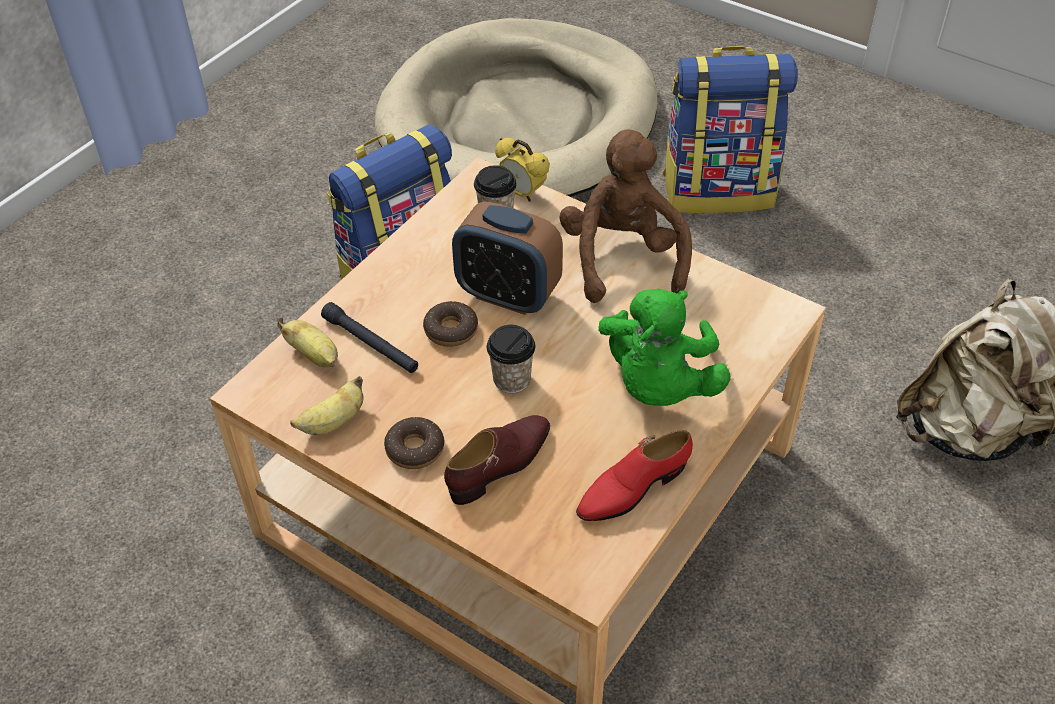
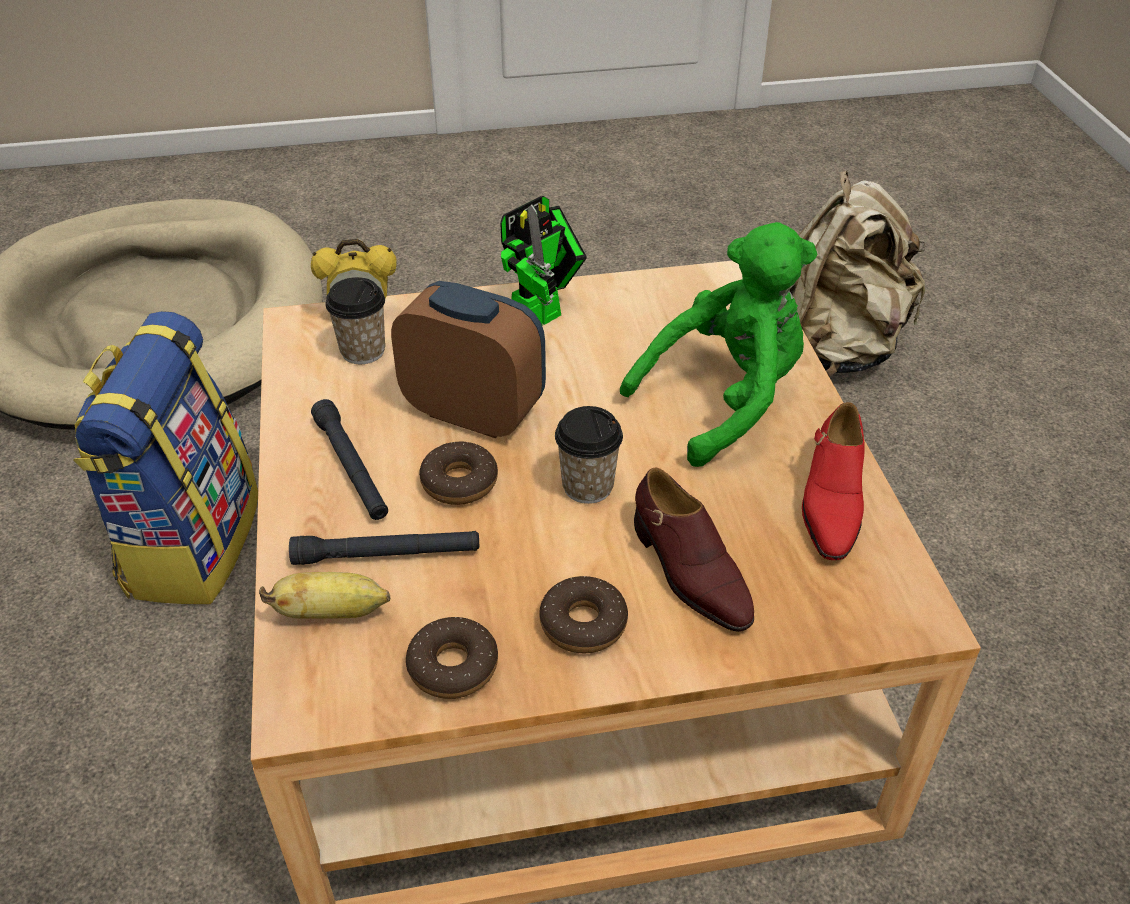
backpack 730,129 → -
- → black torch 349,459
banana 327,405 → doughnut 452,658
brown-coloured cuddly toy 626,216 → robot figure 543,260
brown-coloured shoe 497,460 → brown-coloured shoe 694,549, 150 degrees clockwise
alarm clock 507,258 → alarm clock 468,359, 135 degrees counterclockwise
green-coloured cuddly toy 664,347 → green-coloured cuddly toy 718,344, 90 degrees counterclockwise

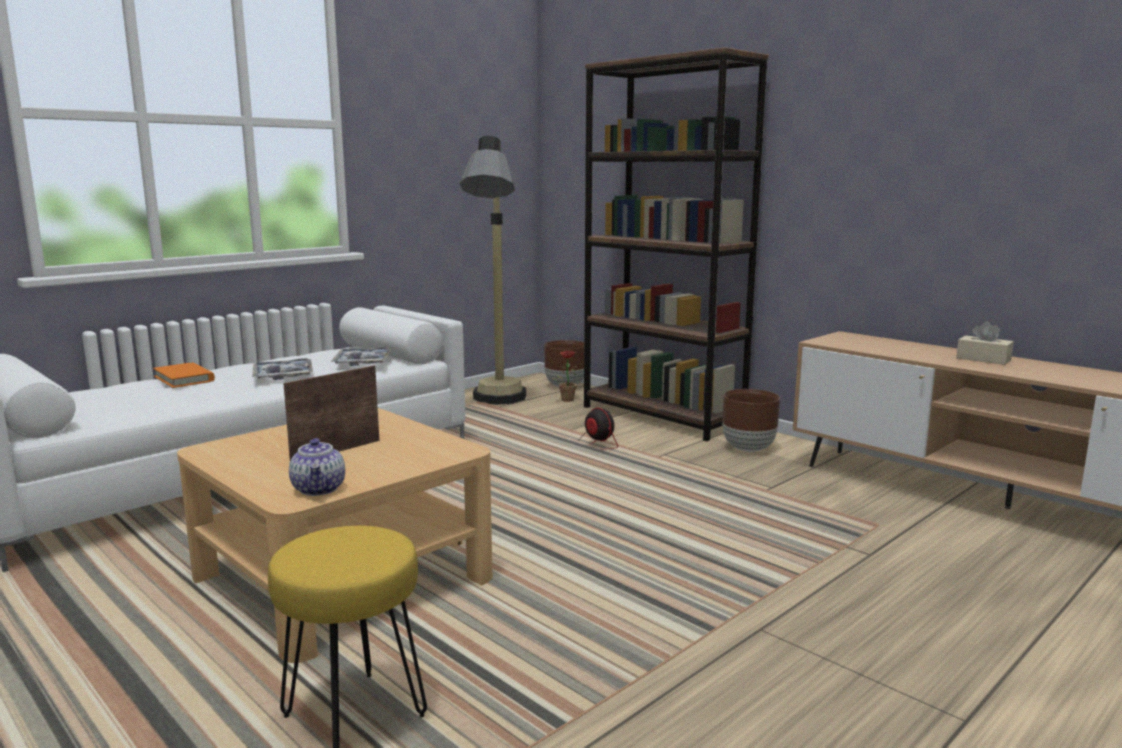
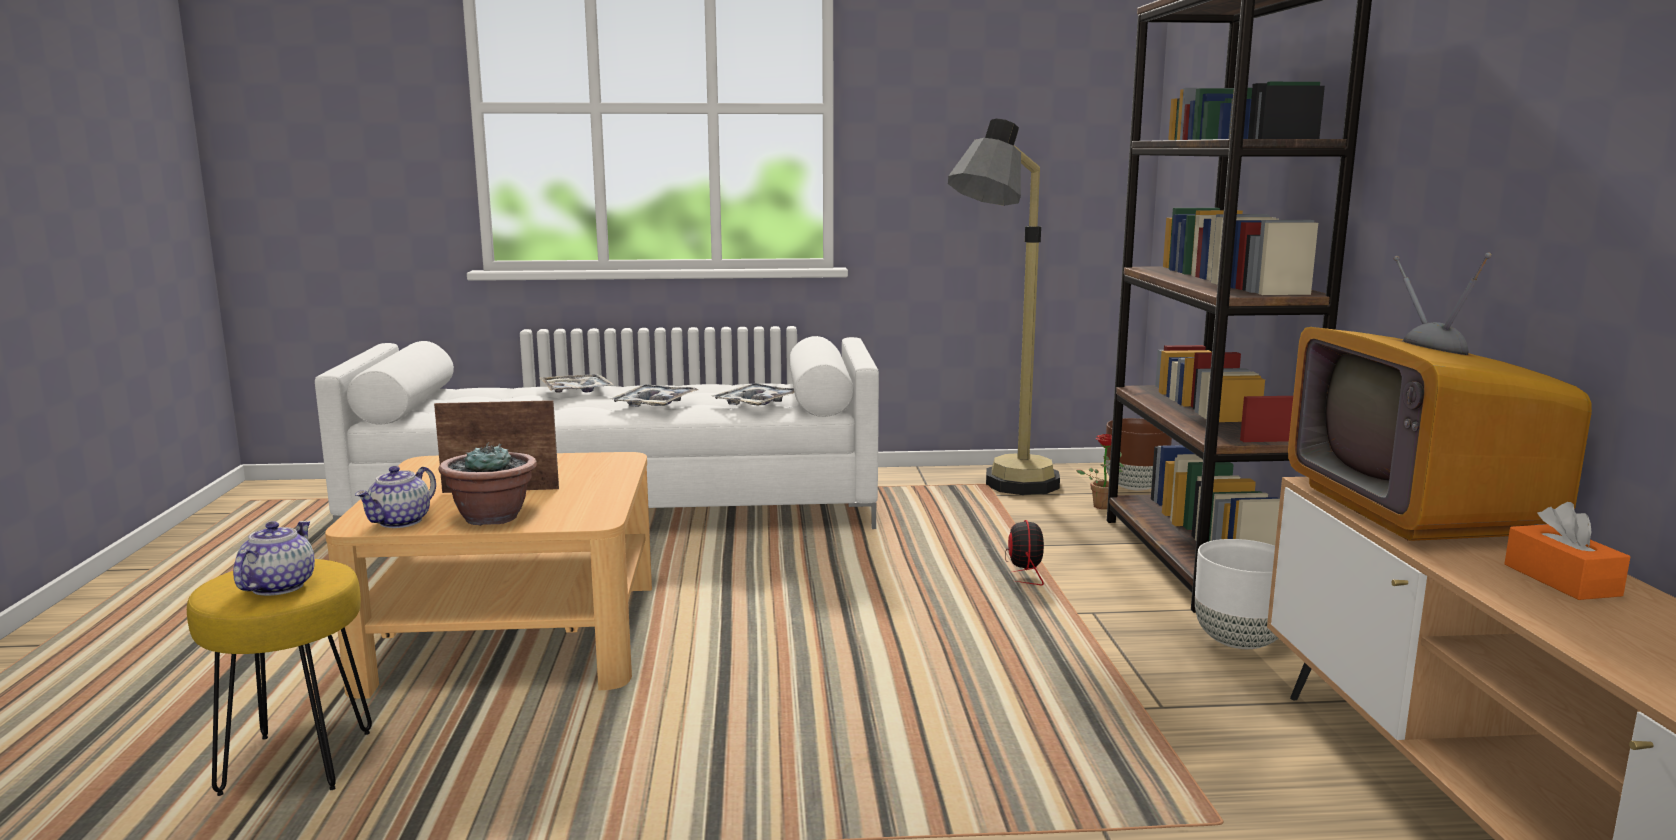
- → tea pot 274,558
- → potted plant 487,484
- → television 1440,396
orangey book 184,375 → tray 577,383
brown-coloured plant pot 751,420 → white plant pot 1236,594
beige tissue box 985,343 → orangey tissue box 1567,551

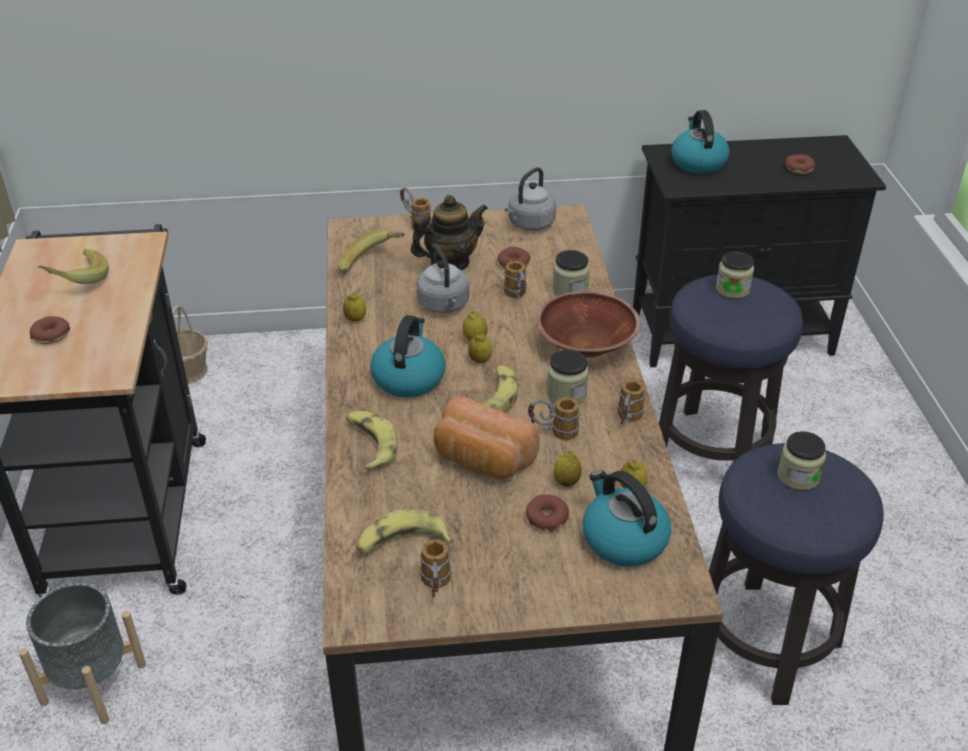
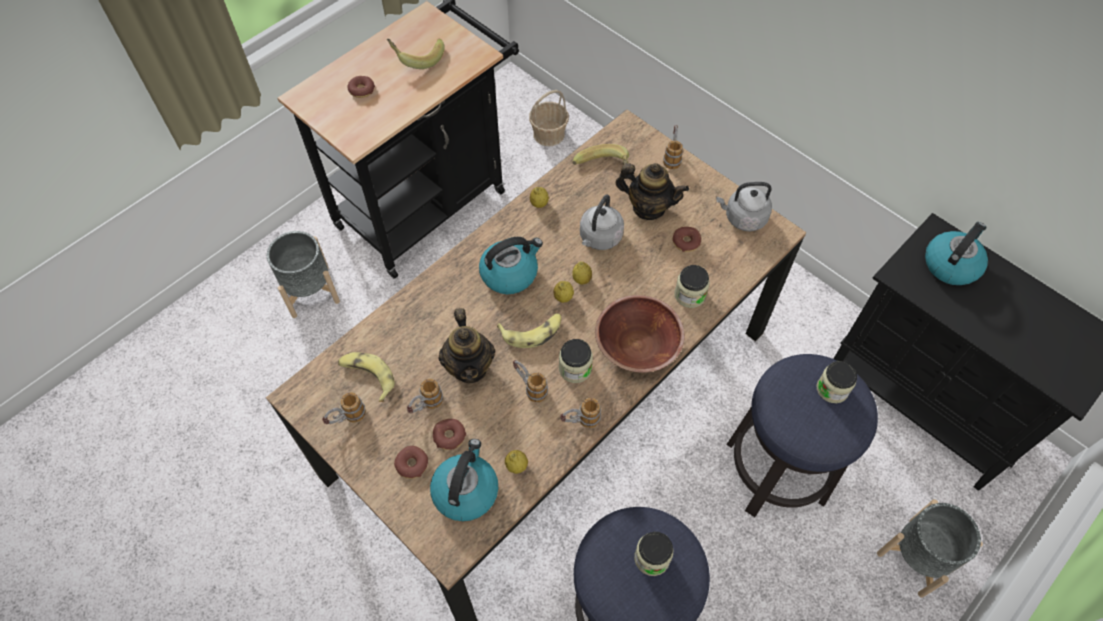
banana 372,441 → -
citrus fruit 568,468 → -
- → grey plant pot 930,548
coffee mug 515,280 → coffee mug 425,395, relocated
doughnut 800,164 → doughnut 411,462, relocated
baked bread 487,437 → tea pot 467,345

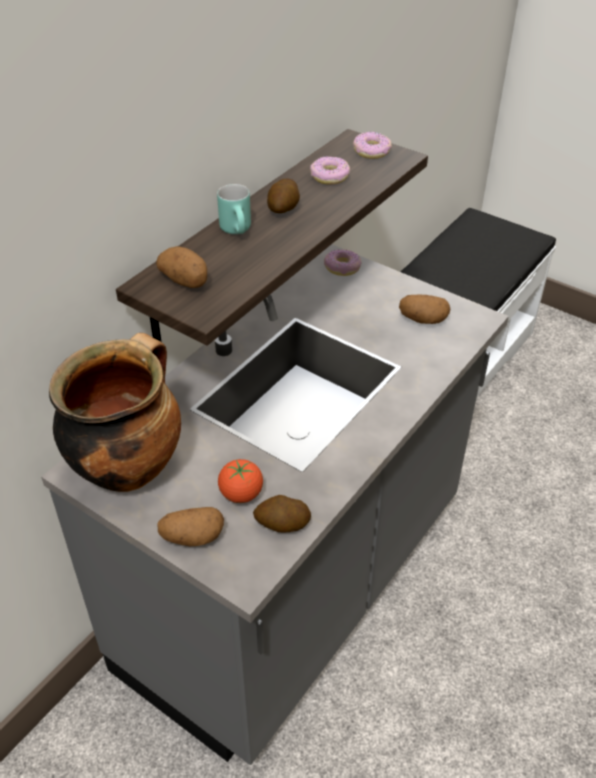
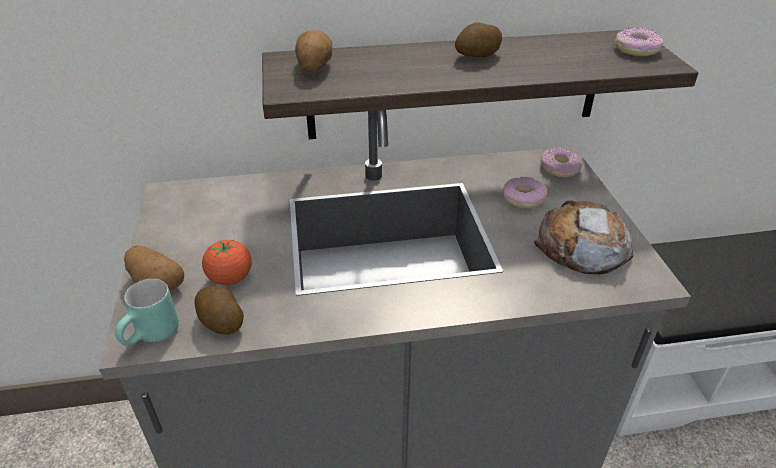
stockpot 115,412 → -
turquoise-coloured coffee mug 234,209 → turquoise-coloured coffee mug 147,312, relocated
doughnut 330,170 → doughnut 524,192, relocated
potato 424,309 → baked bread 584,238

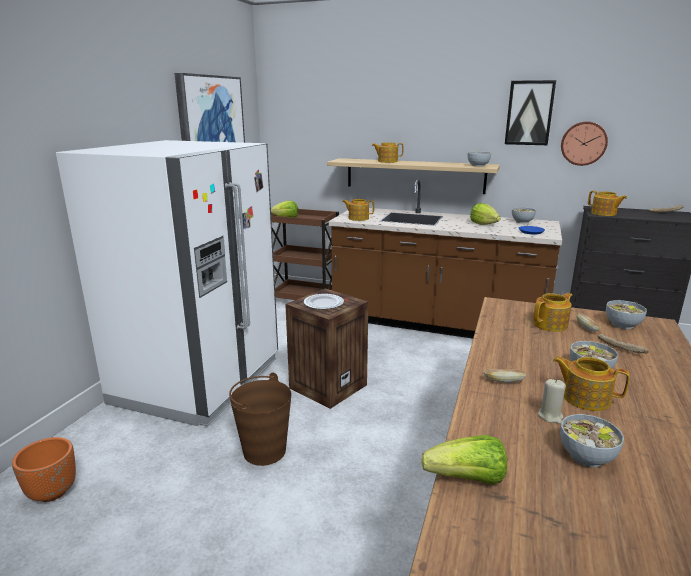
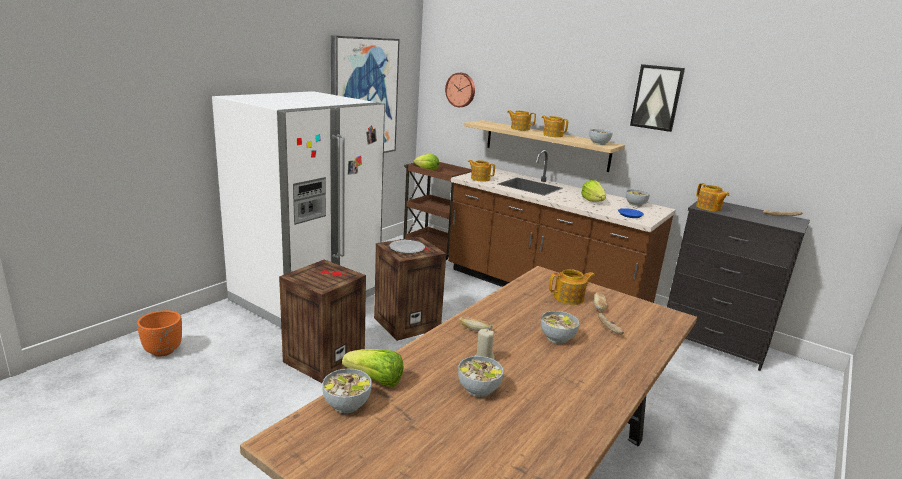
tea pot 591,383 → tea pot 555,126, relocated
wall clock 584,144 → wall clock 460,90, relocated
serving bowl 626,314 → serving bowl 347,391, relocated
brown-coloured bucket 260,419 → packing crate 322,321

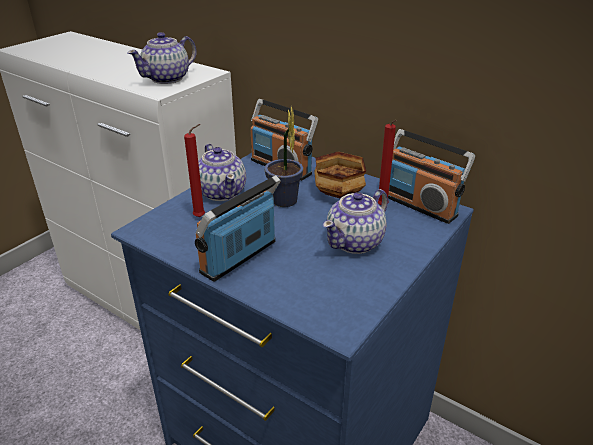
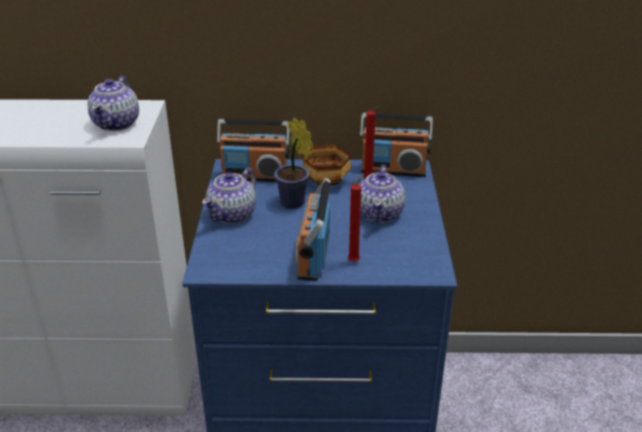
red wax light 194,170 → red wax light 356,217, relocated
tea pot 222,172 → tea pot 229,196, 90 degrees clockwise

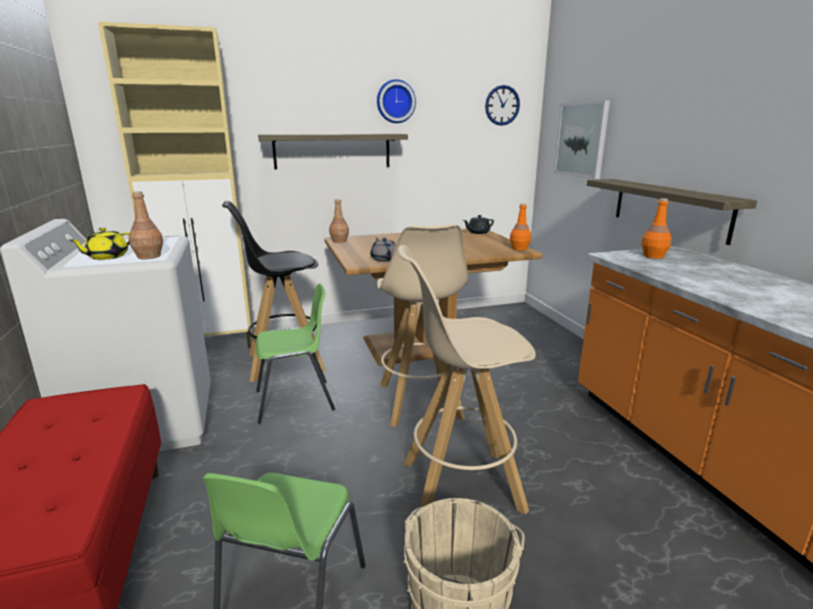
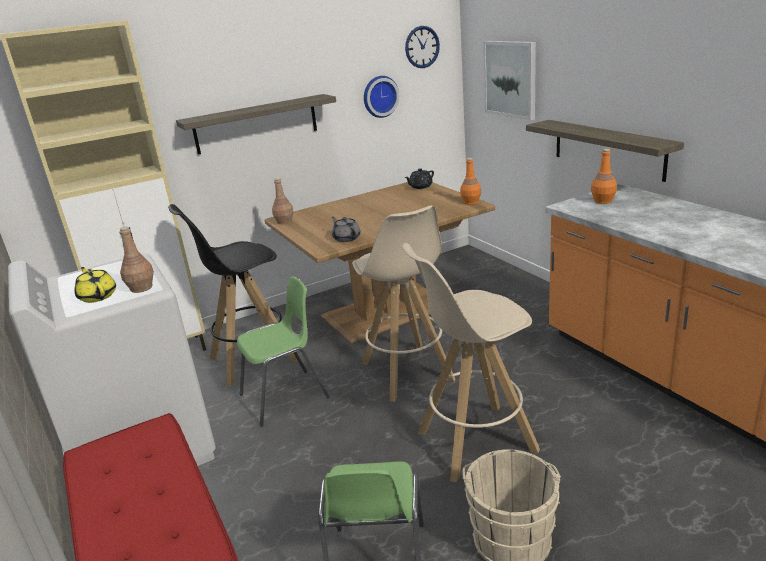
wall clock 396,101 → wall clock 381,97, relocated
yellowish tea pot 99,244 → yellowish tea pot 95,285, 120 degrees clockwise

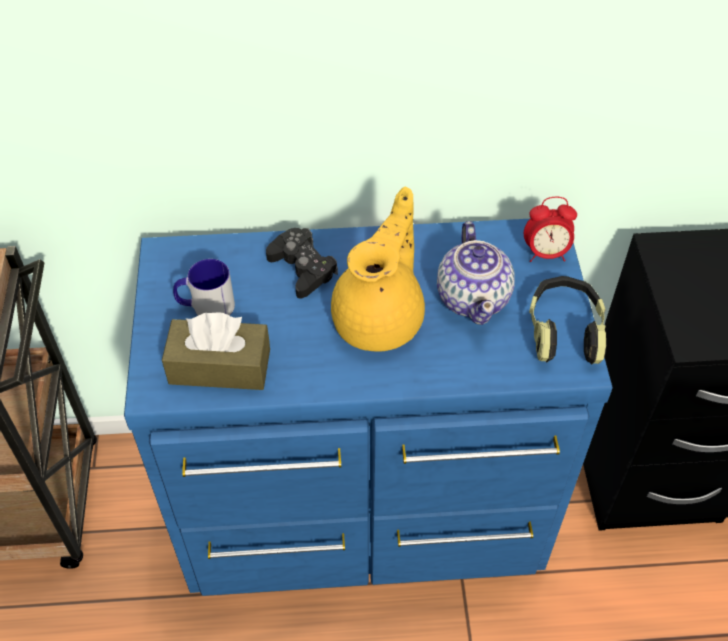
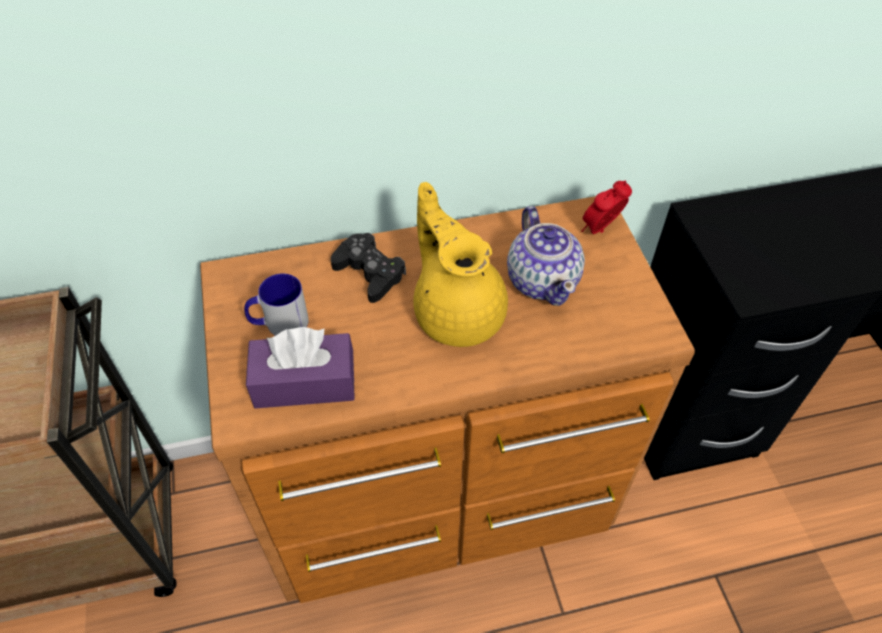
headset 567,320 → -
blue dresser 368,407 → brown-coloured dresser 447,399
brown-coloured tissue box 216,351 → purple-coloured tissue box 300,367
yellowish tea pot 378,269 → yellowish tea pot 460,264, 45 degrees counterclockwise
alarm clock 550,229 → alarm clock 606,207, 150 degrees clockwise

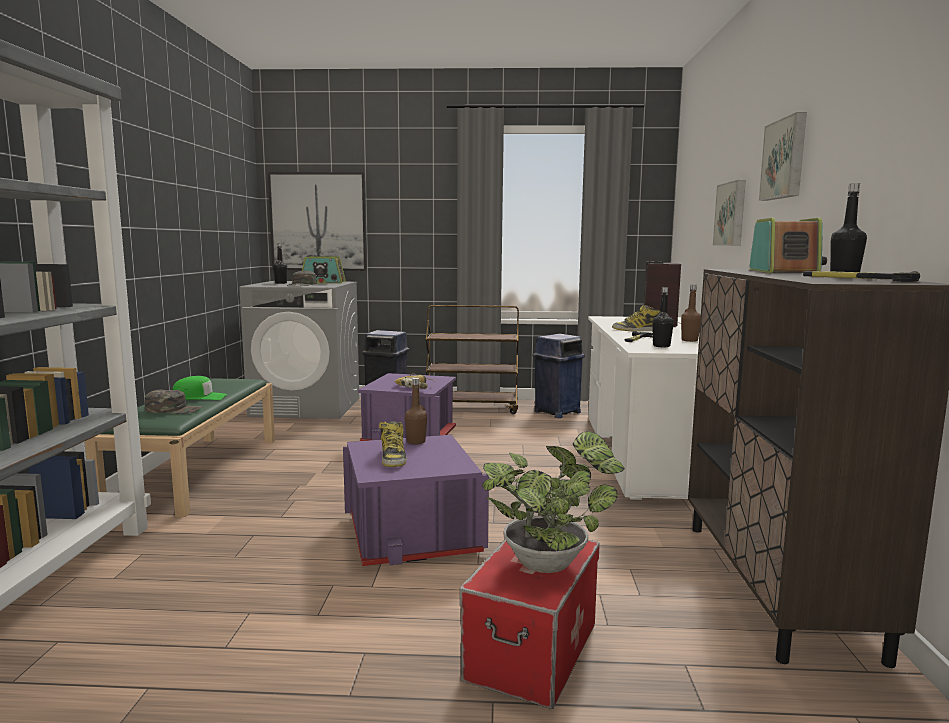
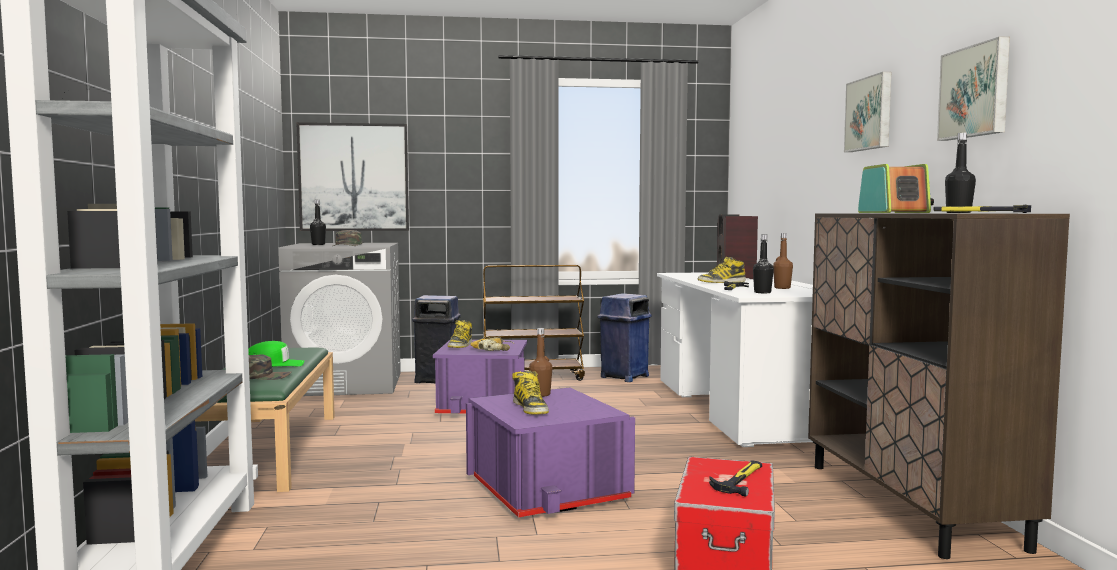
radio 324,269 → -
- → tall boot 460,334
wall picture 729,213 → wall picture 973,88, relocated
potted plant 553,502 → tool hammer 735,478

